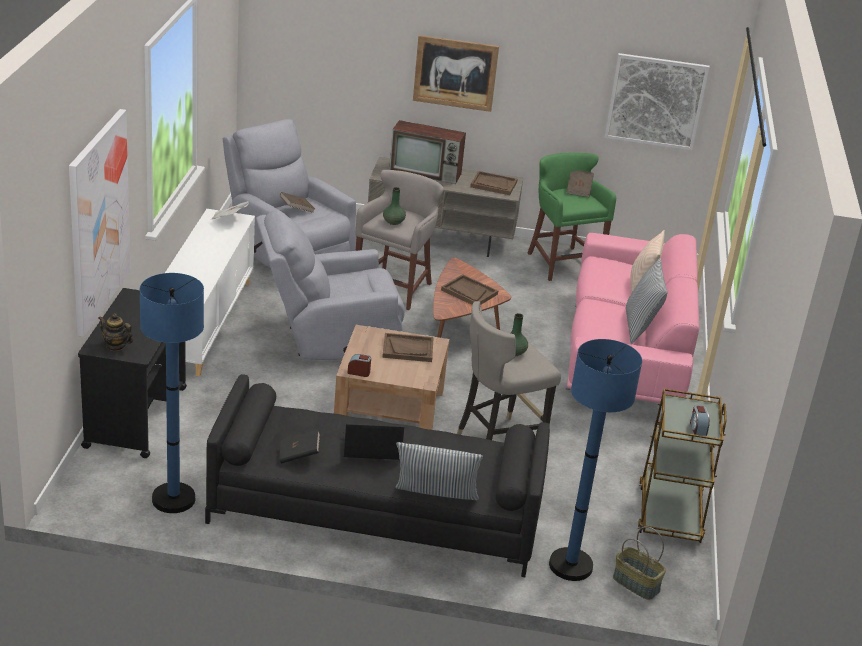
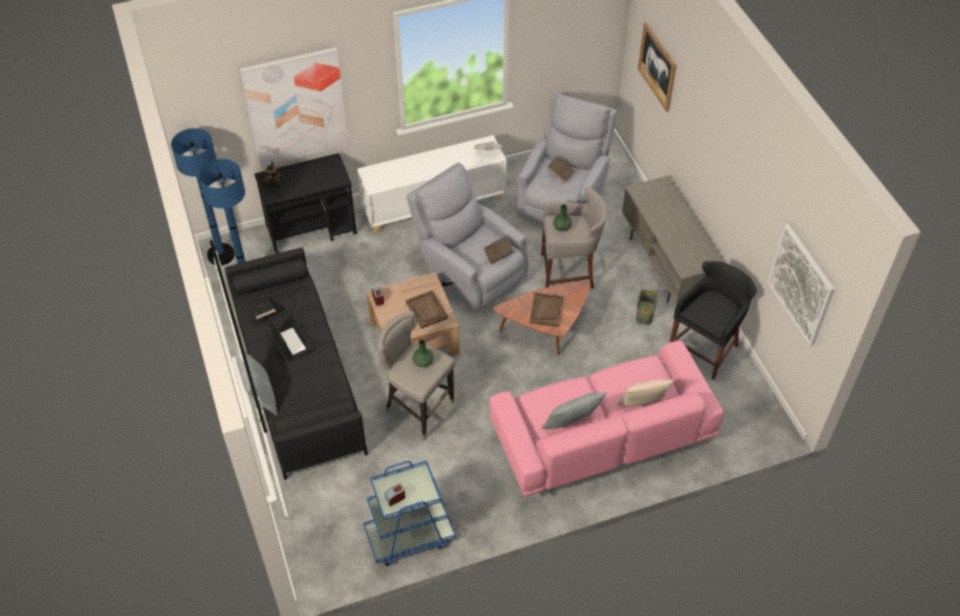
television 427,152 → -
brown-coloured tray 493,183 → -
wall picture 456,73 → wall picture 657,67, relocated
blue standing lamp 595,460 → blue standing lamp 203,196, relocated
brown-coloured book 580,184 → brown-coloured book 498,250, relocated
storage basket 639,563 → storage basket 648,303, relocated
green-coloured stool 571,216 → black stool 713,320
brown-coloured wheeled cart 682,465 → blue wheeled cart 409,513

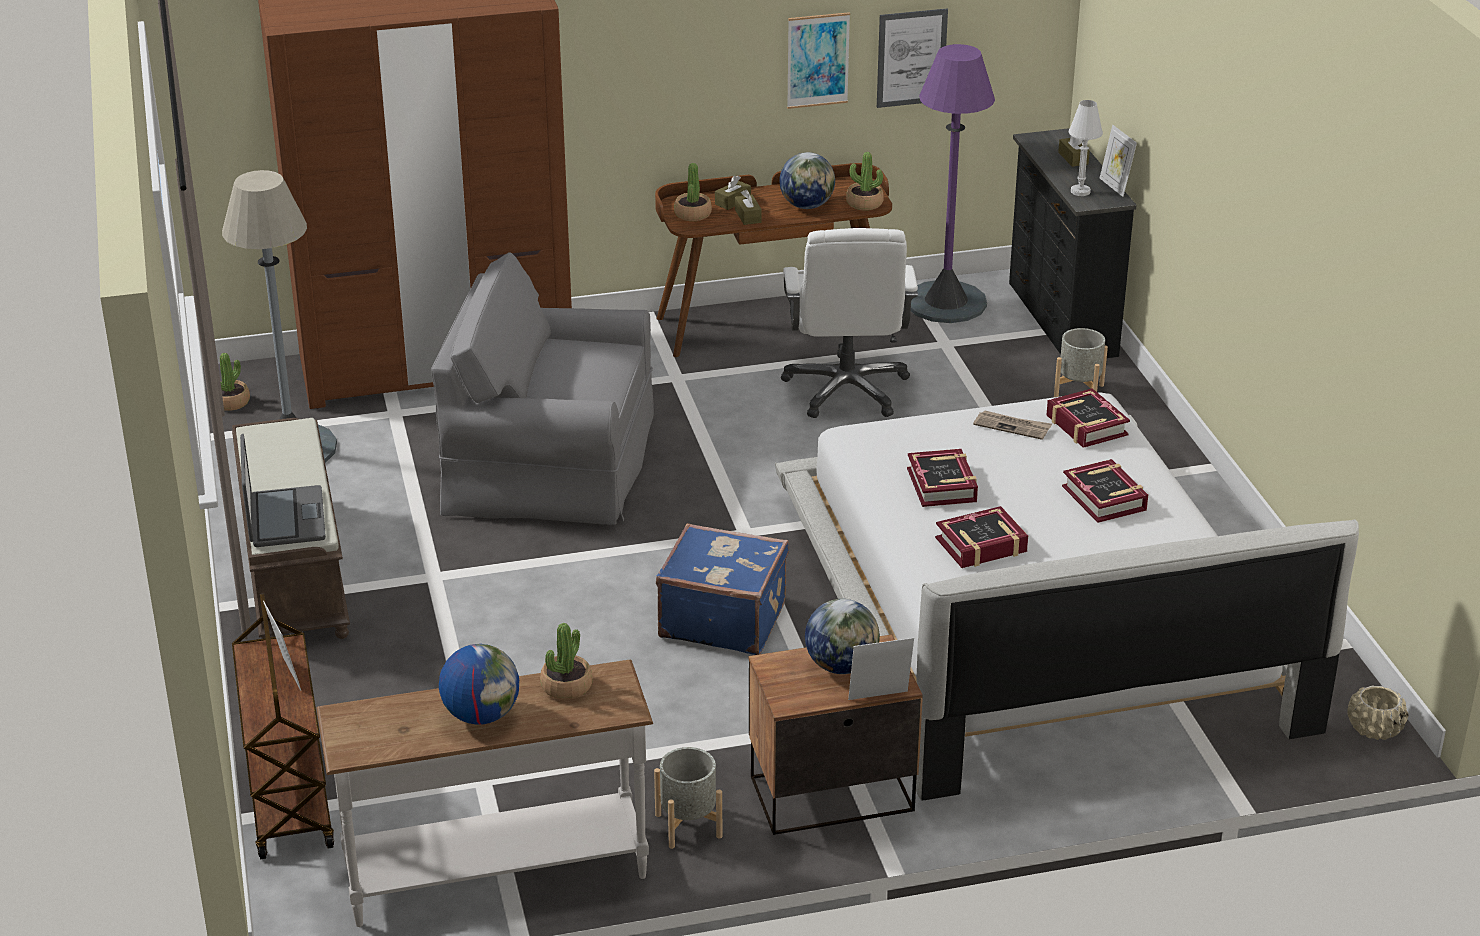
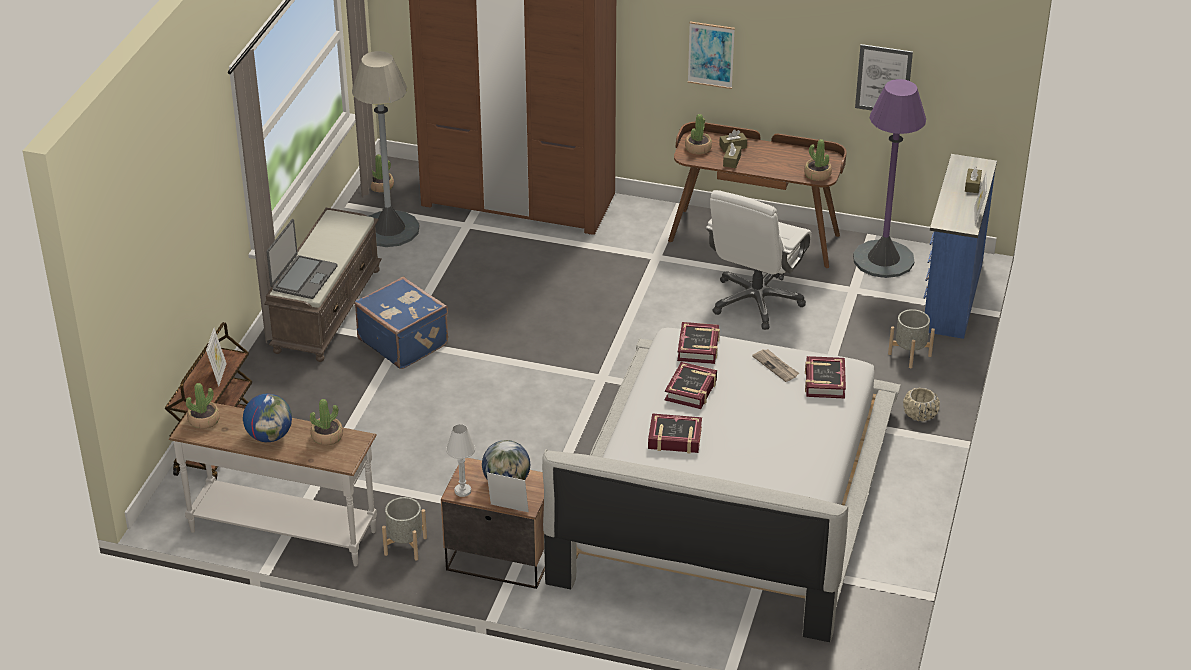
grey armchair 542,388 → -
world globe 807,180 → -
- → potted plant 203,406
blue suitcase 722,589 → blue suitcase 401,323, relocated
wall picture 818,60 → wall picture 711,55, relocated
book 1105,491 → book 698,343, relocated
white tabletop lamp 1086,148 → white tabletop lamp 460,460, relocated
beige plant pot 1378,712 → beige plant pot 921,404, relocated
black dresser 1073,243 → blue dresser 960,246

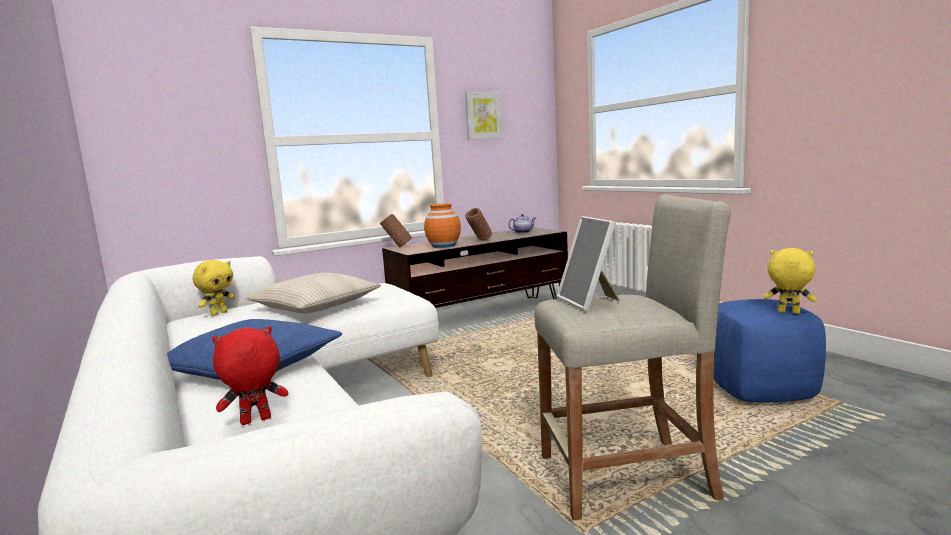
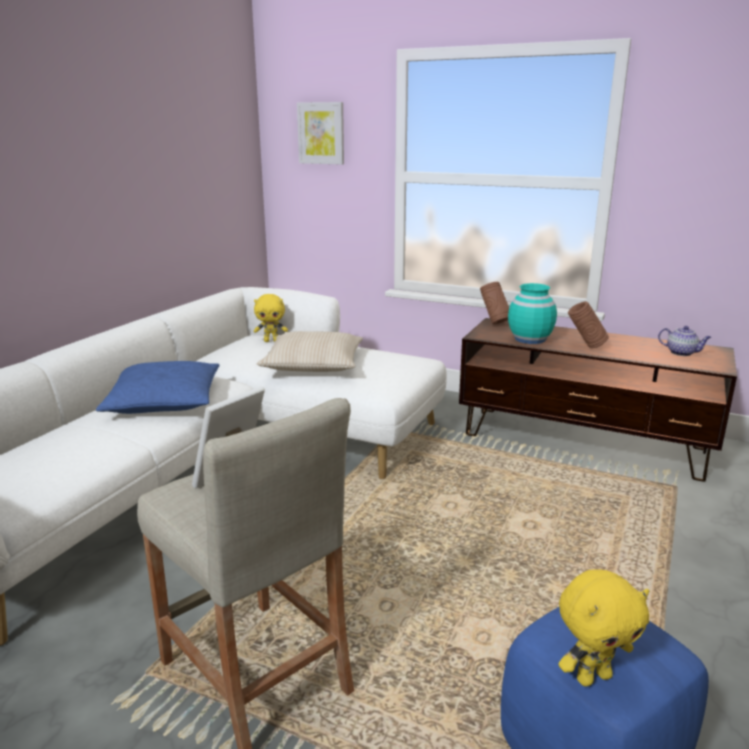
red cuddly toy 250,375 → -
wall picture 484,115 → wall picture 320,133, relocated
orangey vase 442,225 → turquoise-coloured vase 532,313
yellowish cuddly toy 790,281 → yellowish cuddly toy 604,627, 75 degrees clockwise

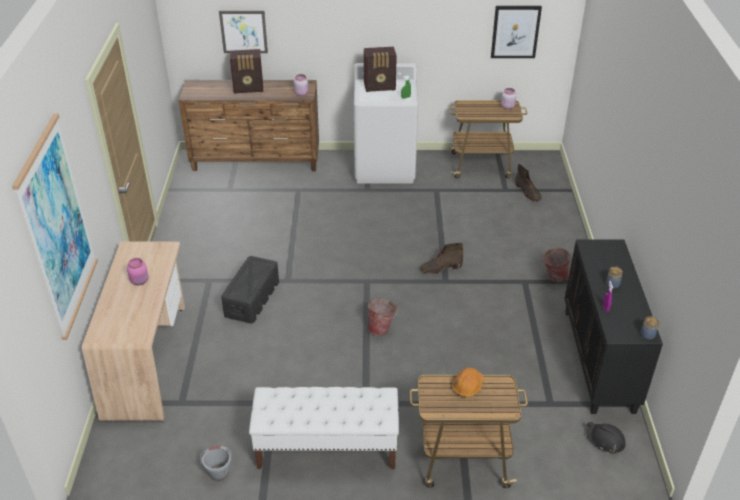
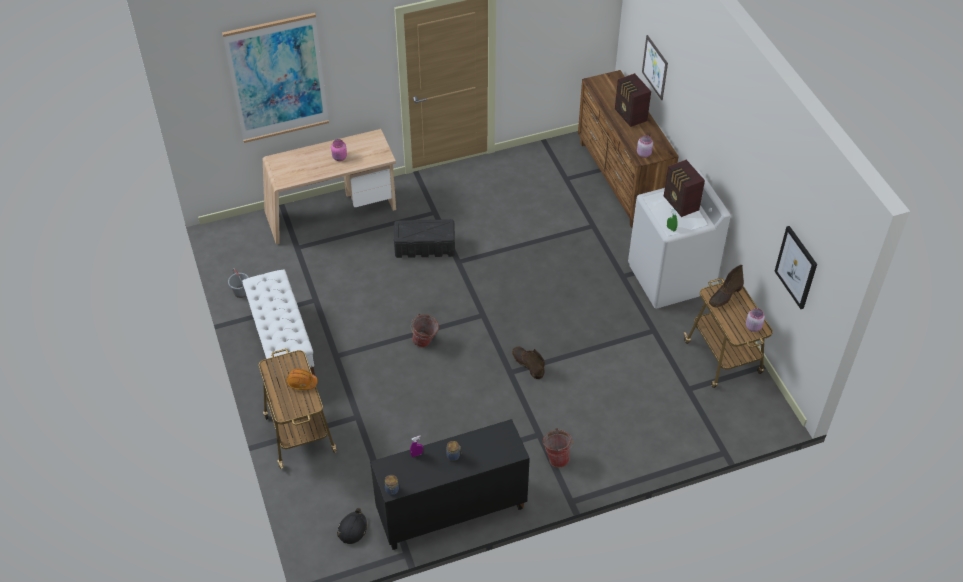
brown-coloured tall boot 528,182 → brown-coloured tall boot 726,286, relocated

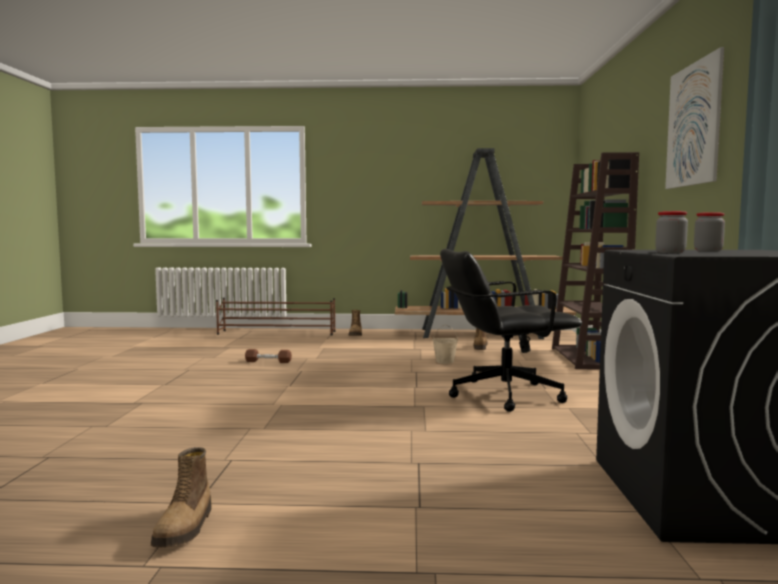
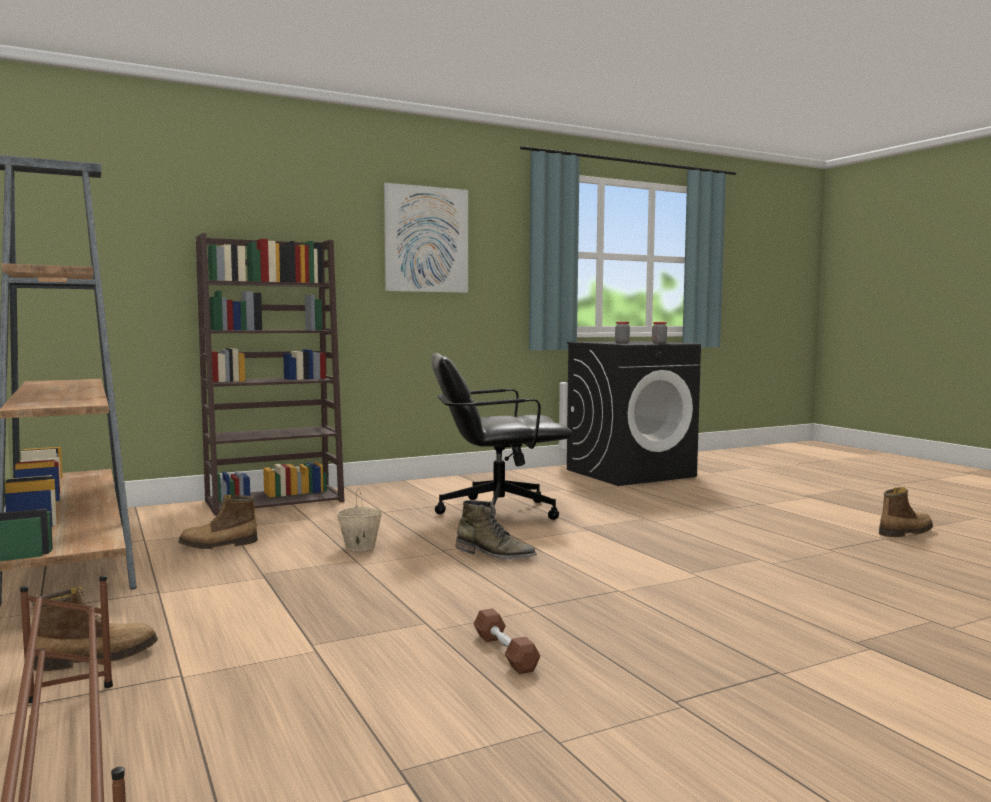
- → green-coloured tall boot 496,529
black computer chair 511,330 → black computer chair 501,436, 120 degrees clockwise

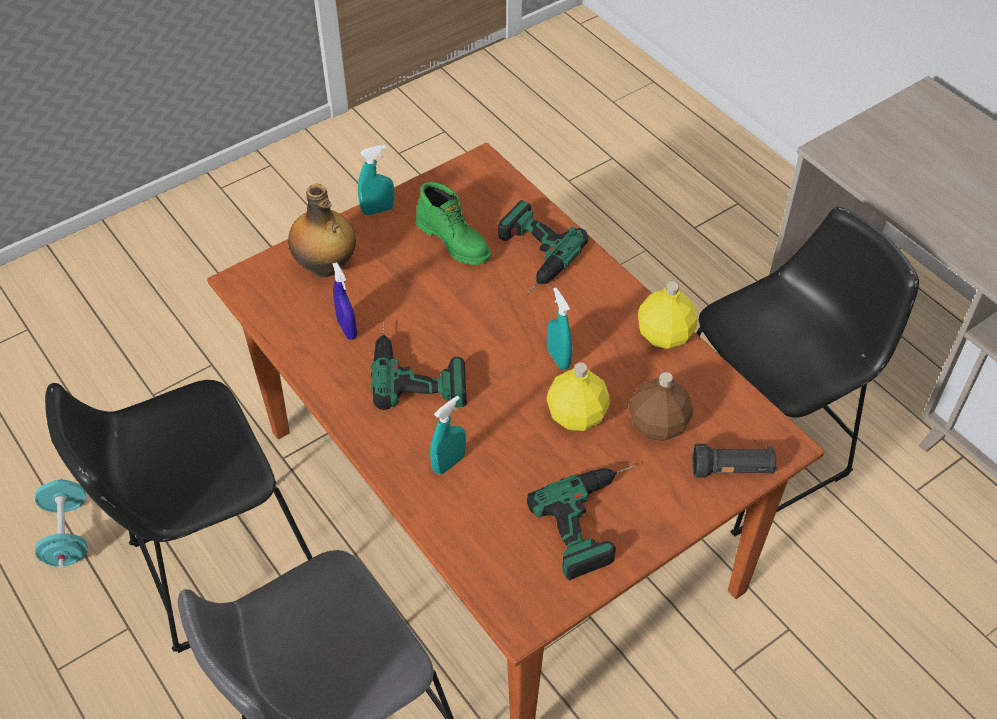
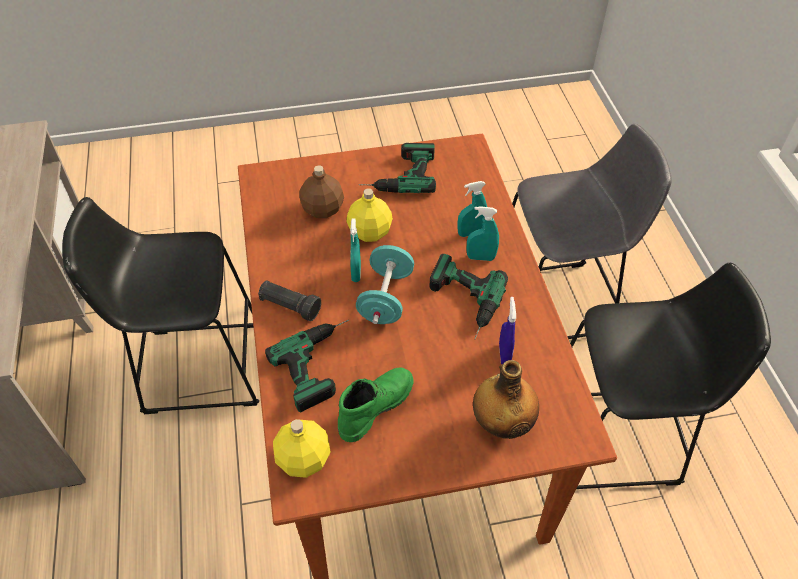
turquoise-coloured hand weight 61,523 → turquoise-coloured hand weight 385,284, relocated
turquoise-coloured hand sprayer 376,180 → turquoise-coloured hand sprayer 482,233, relocated
yellowish beverage bottle 667,315 → yellowish beverage bottle 302,448, relocated
black torch 734,461 → black torch 289,300, relocated
green-coloured tall boot 453,223 → green-coloured tall boot 376,404, 60 degrees clockwise

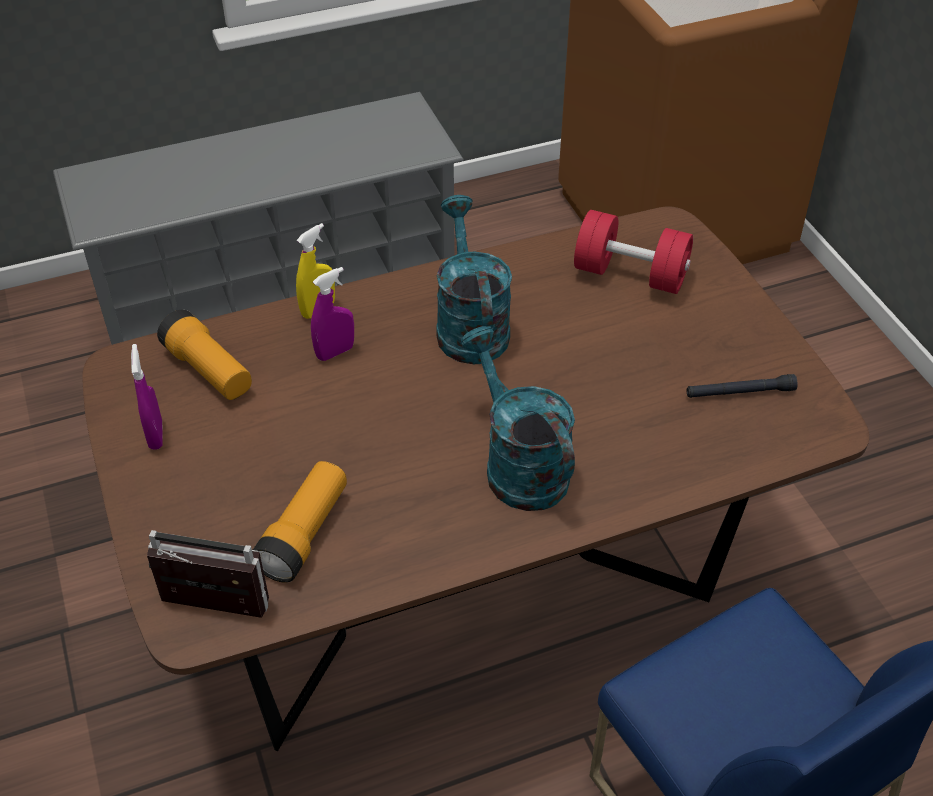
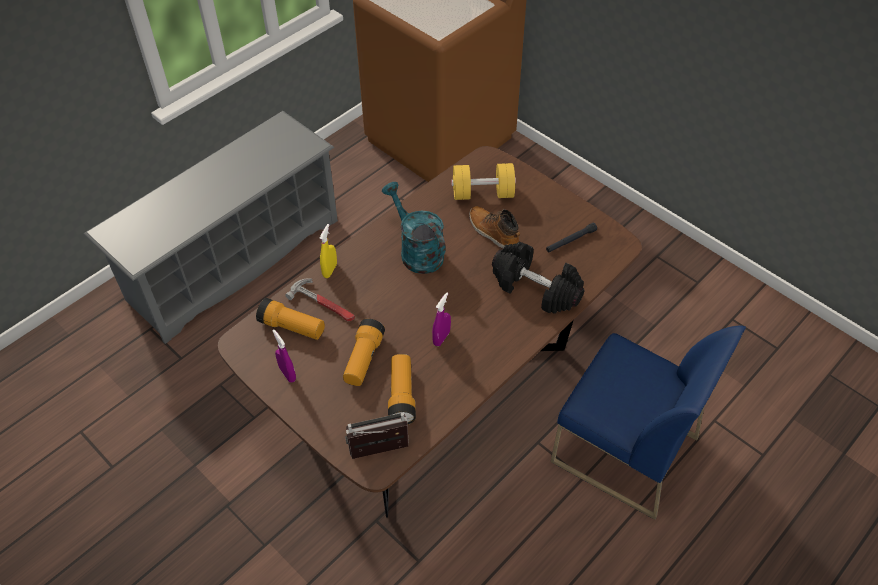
turquoise-coloured watering can 517,418 → -
- → tool hammer 320,299
- → torch 364,352
- → tall boot 494,227
- → black hand weight 538,278
purple-coloured hand sprayer 332,314 → purple-coloured hand sprayer 441,319, relocated
red hand weight 633,252 → yellowish hand weight 483,181

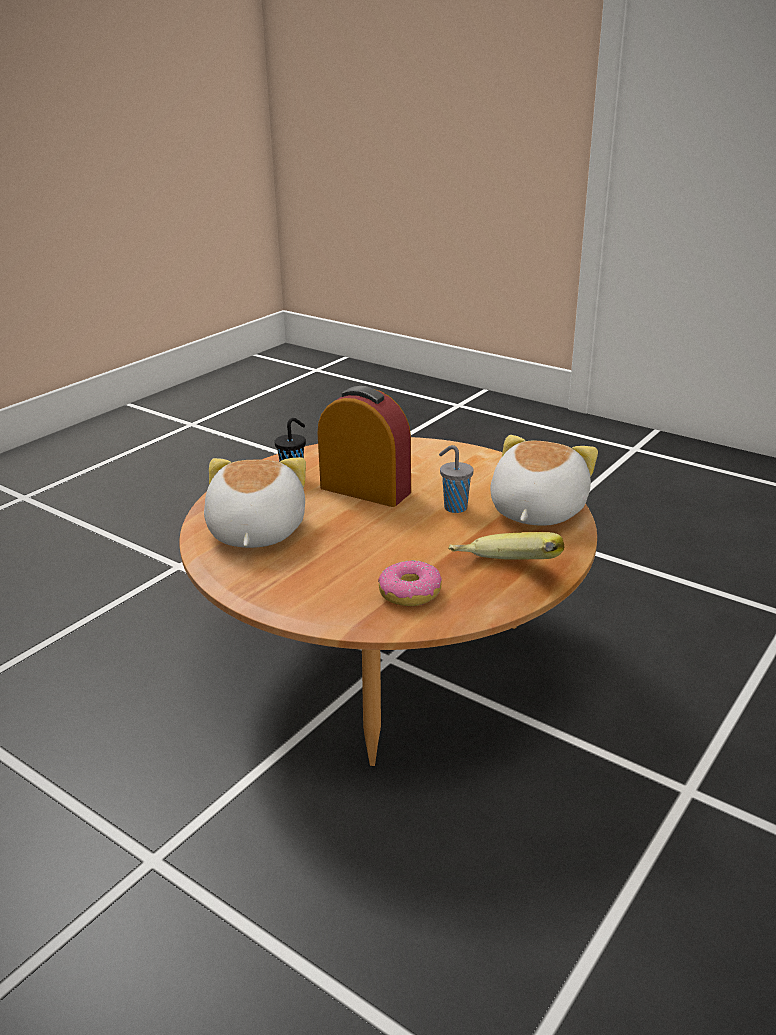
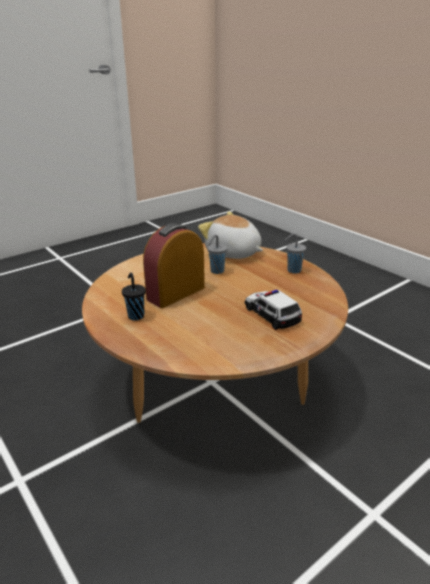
cuddly toy 255,502 → -
doughnut 410,583 → -
- → toy car 273,310
banana 506,546 → grey cup 295,253

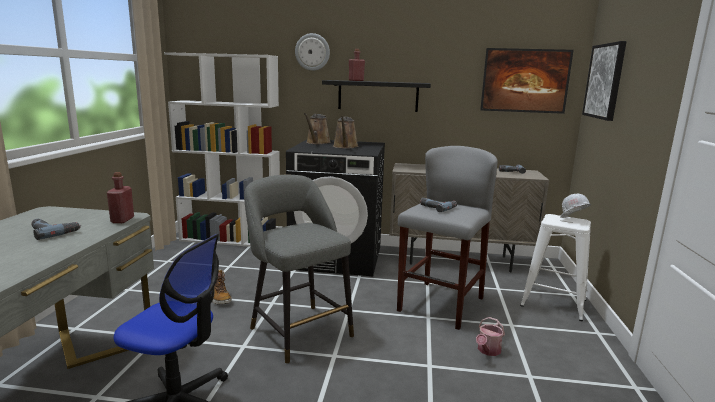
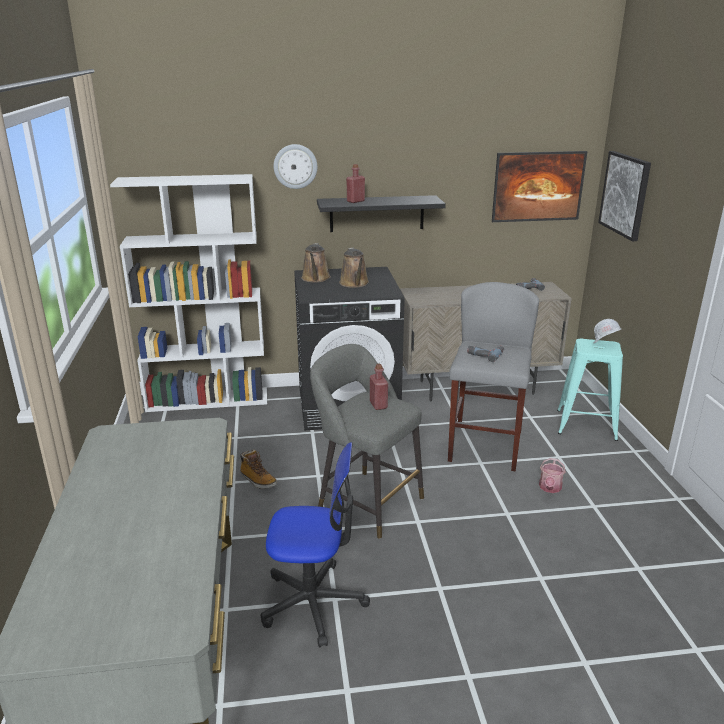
drill 56,229 → -
red beverage bottle 120,197 → red beverage bottle 379,387, relocated
white stool 555,267 → turquoise-coloured stool 590,390

